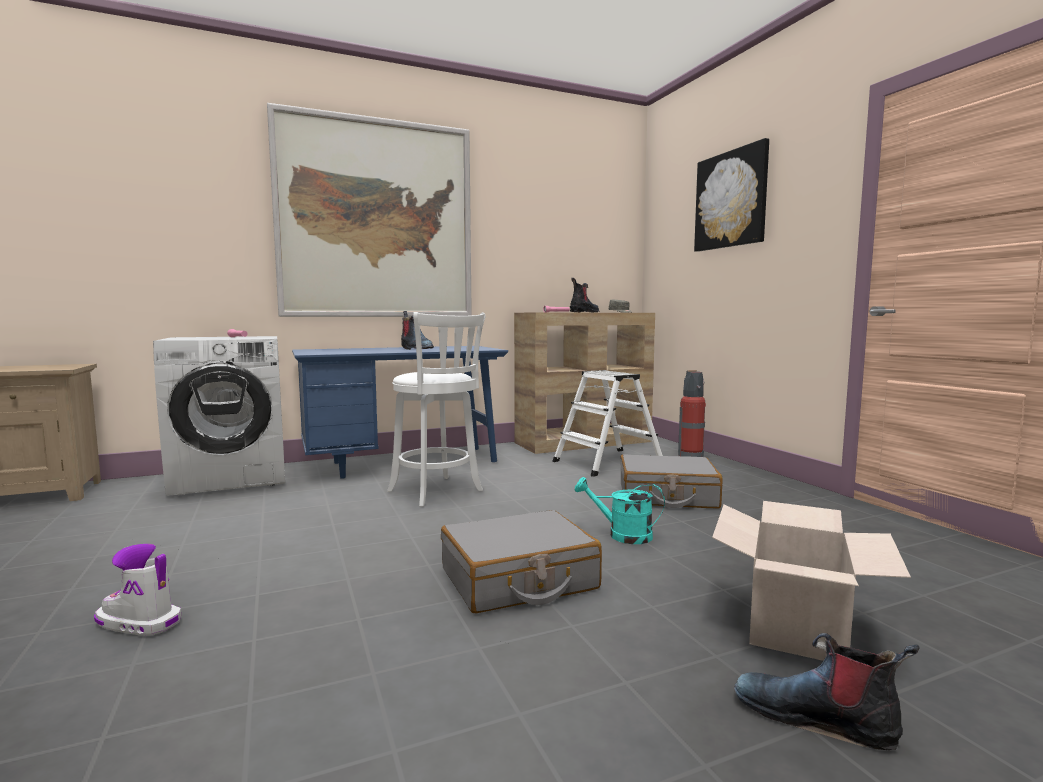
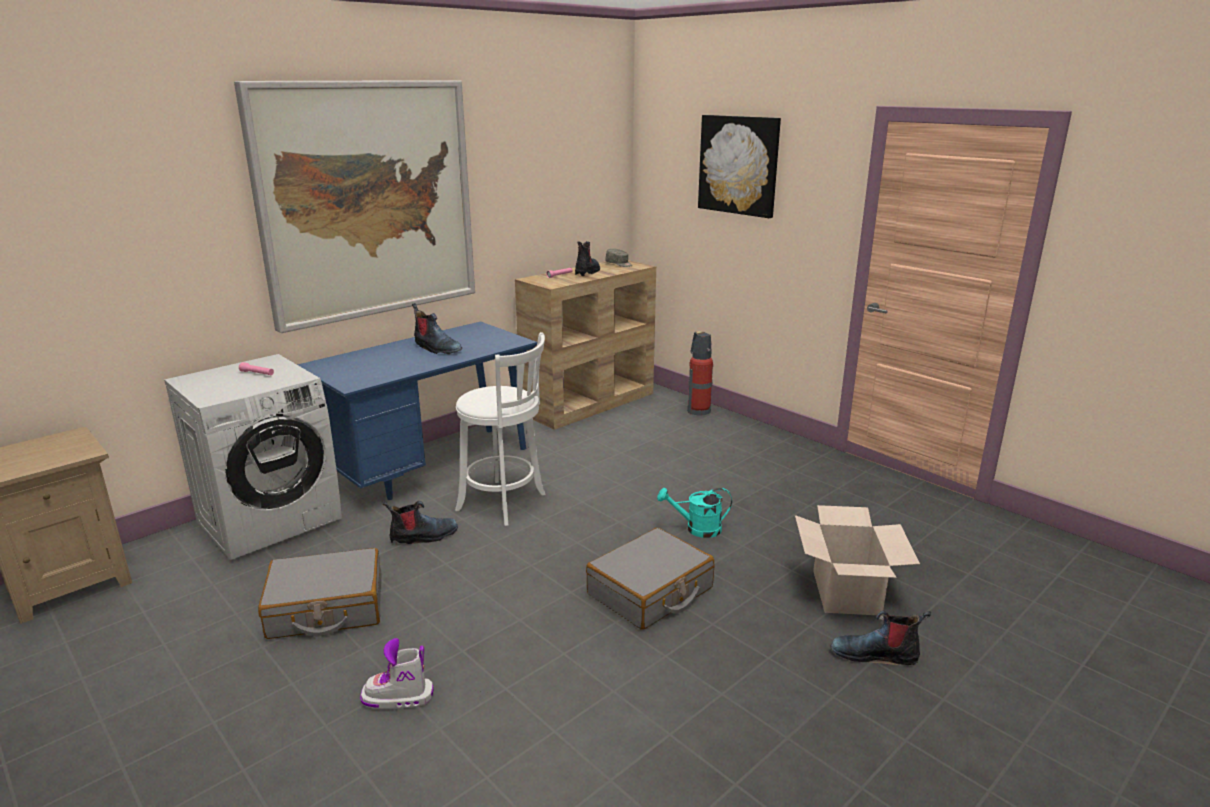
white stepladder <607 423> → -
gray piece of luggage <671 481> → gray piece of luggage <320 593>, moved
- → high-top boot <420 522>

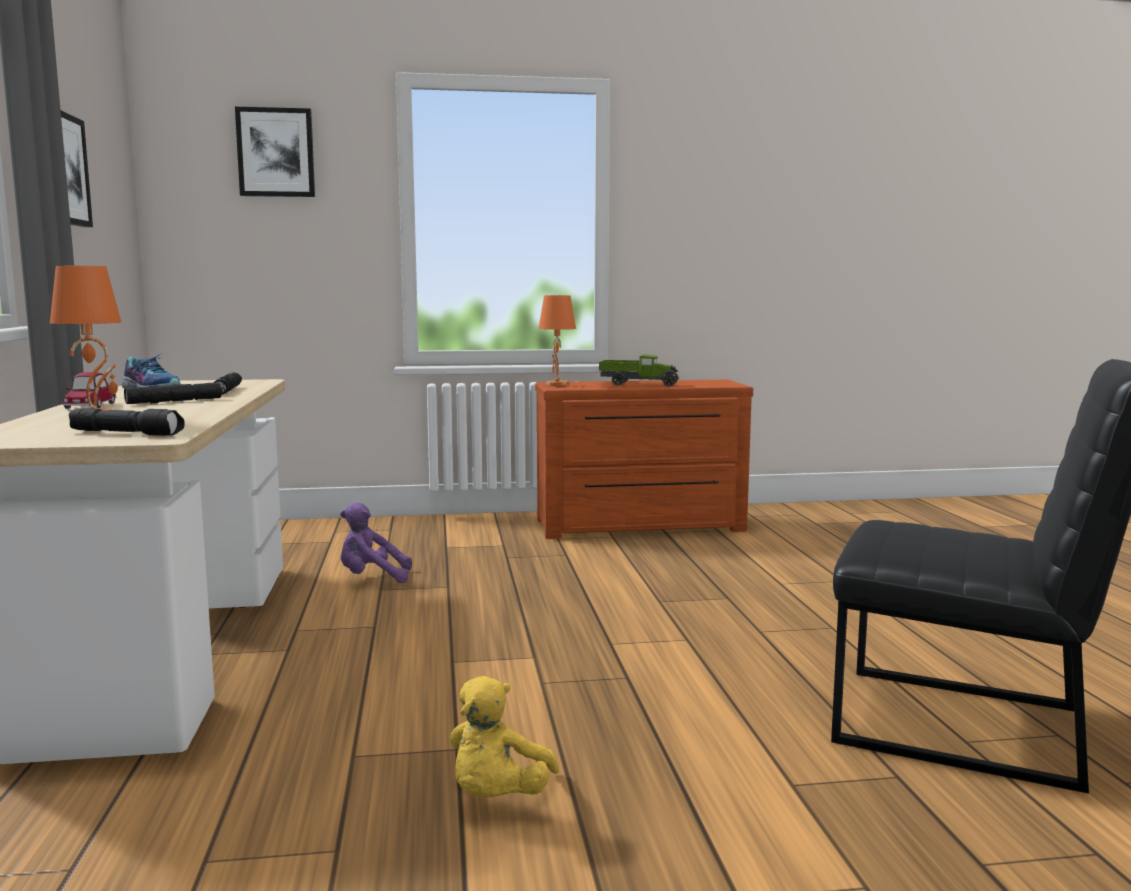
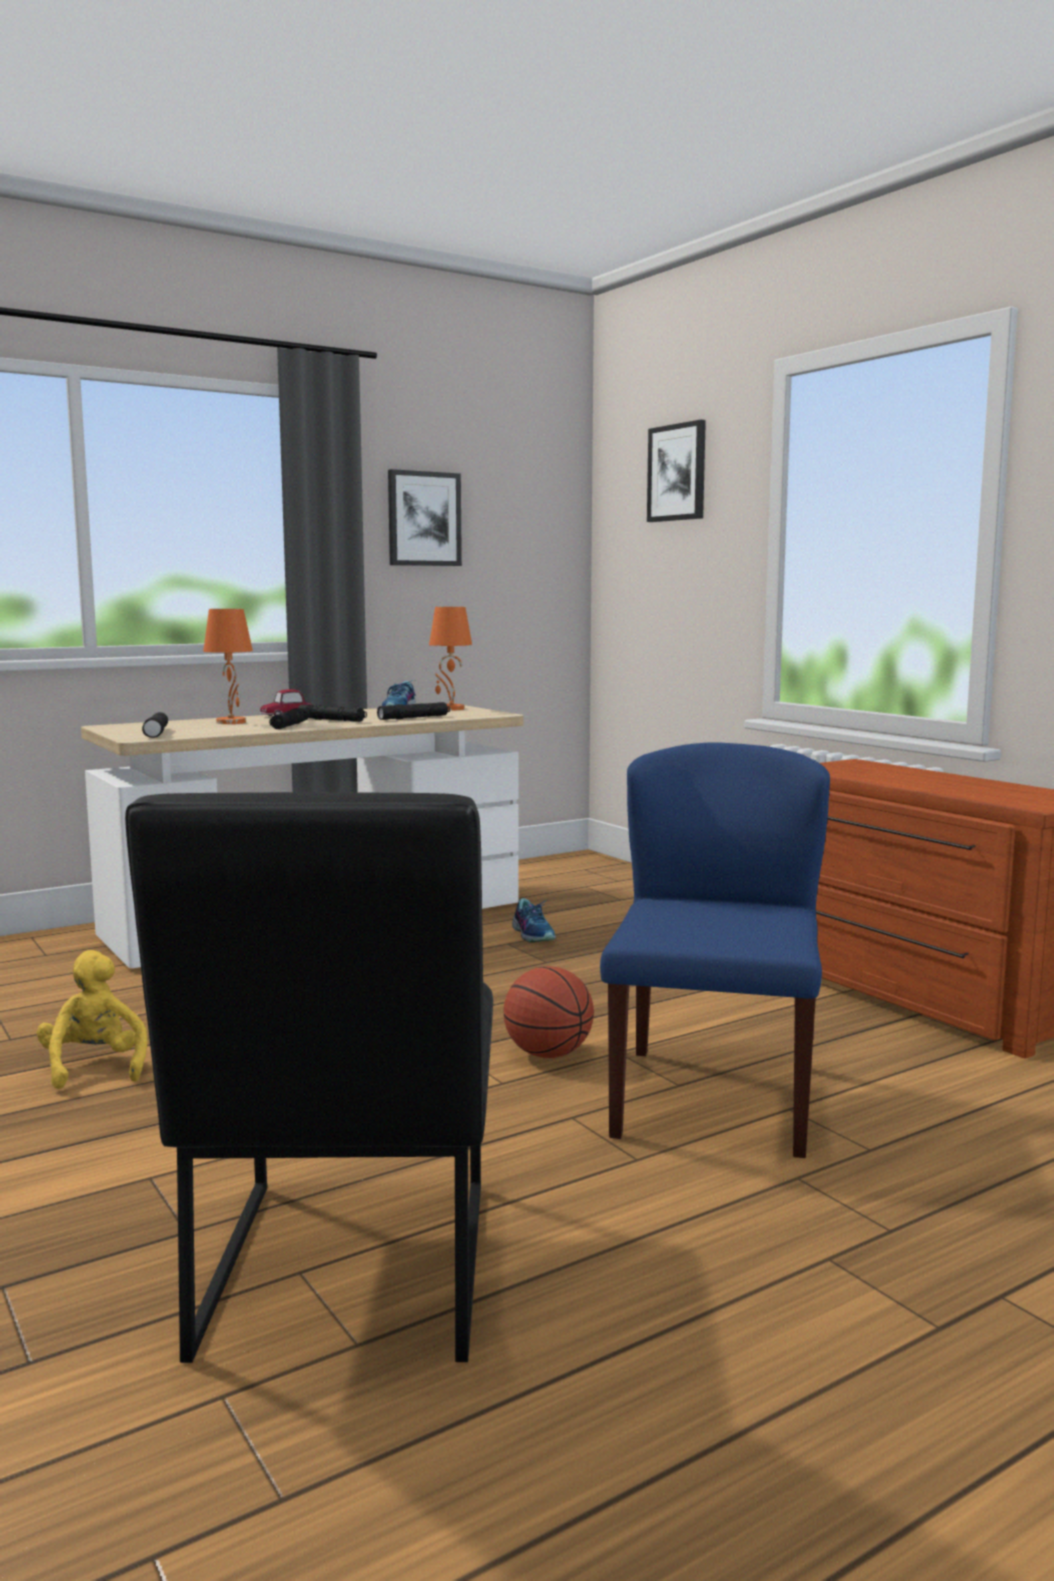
orangey table lamp <557 340> → orangey table lamp <450 659>, moved
toy lorry <639 370> → -
purple-coloured plush toy <376 542> → shoe <534 920>
yellowish plush toy <504 737> → yellowish plush toy <92 1019>, 75 degrees clockwise
- → black torch <289 718>
- → blue plain chair <715 950>
- → ball for basketball <548 1012>

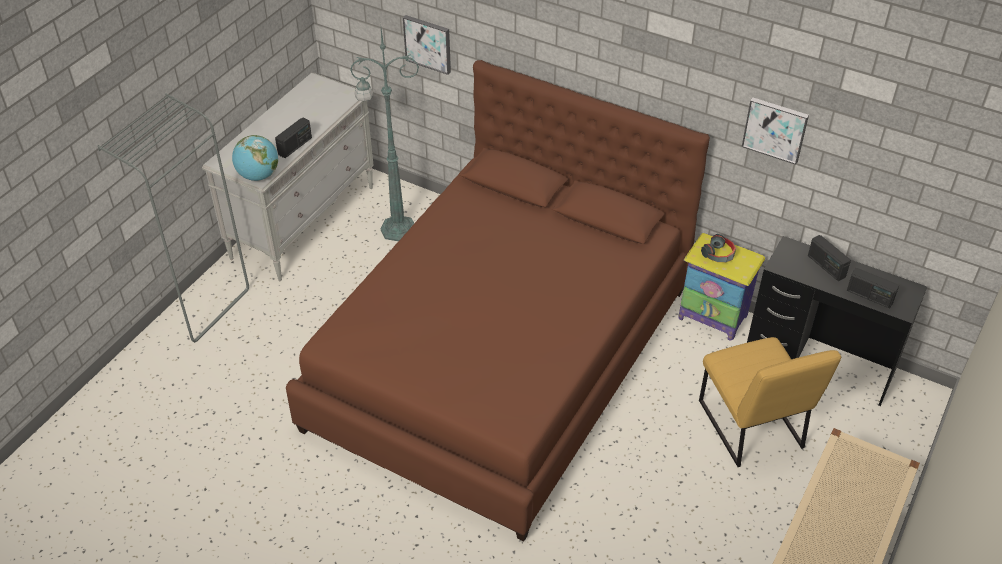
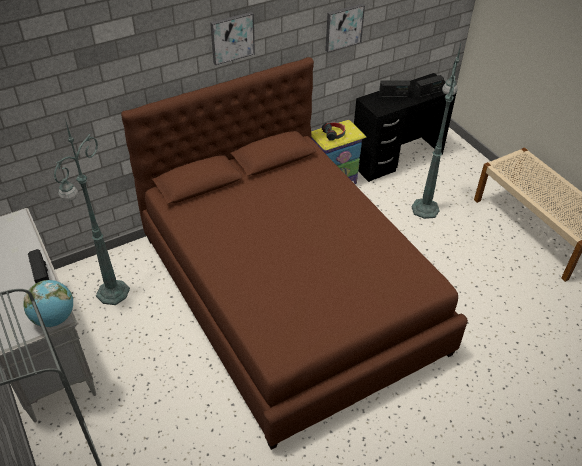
wall art <427 45> → wall art <232 38>, moved
yellowish plain chair <770 402> → greenish standard lamp <437 129>

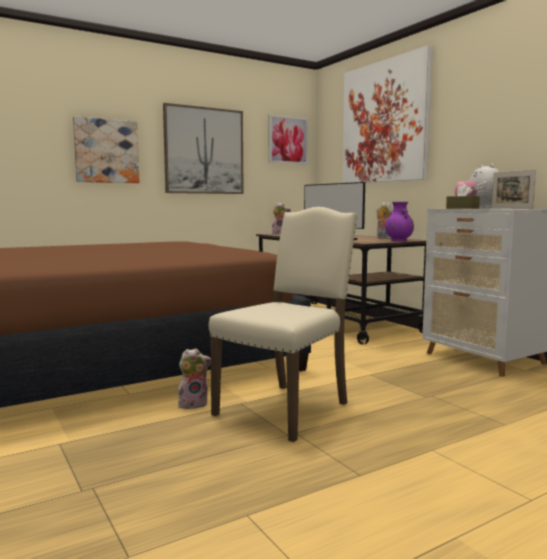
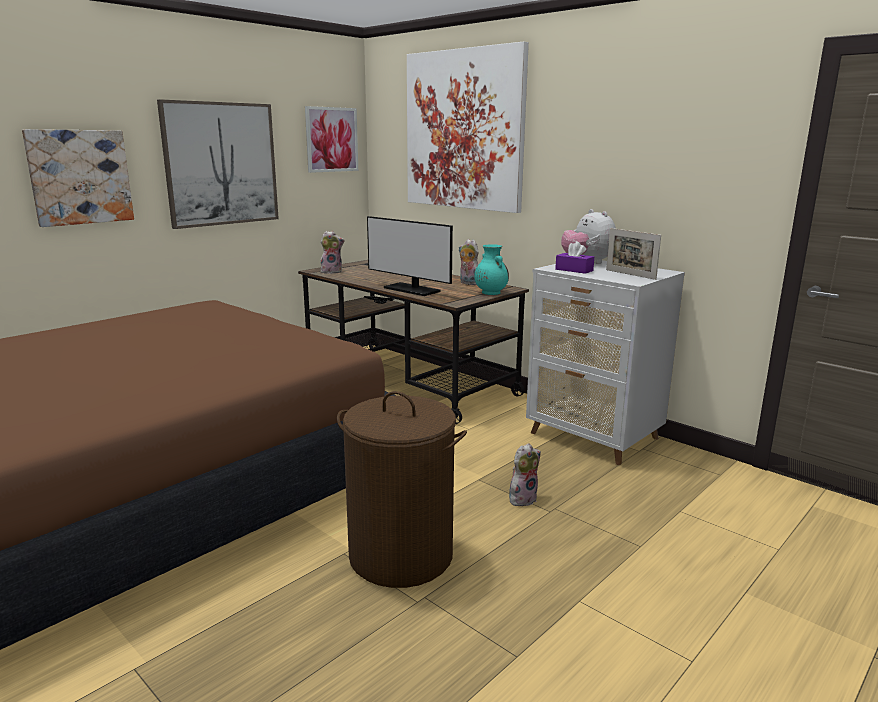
brownish tissue box <463 196> → purple-coloured tissue box <574 257>
purple-coloured decorative vase <399 221> → turquoise-coloured decorative vase <491 269>
beige plain chair <283 324> → brownish washing basket <402 489>
plush toy <194 378> → plush toy <525 474>, moved

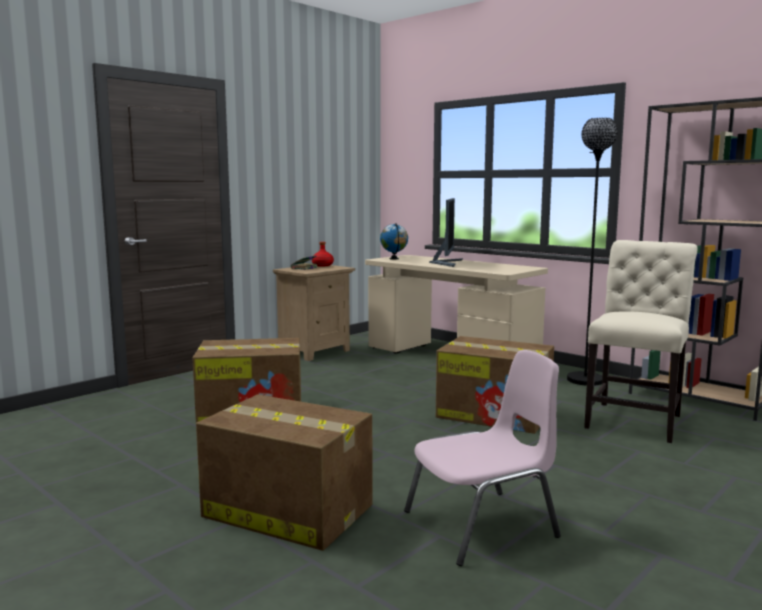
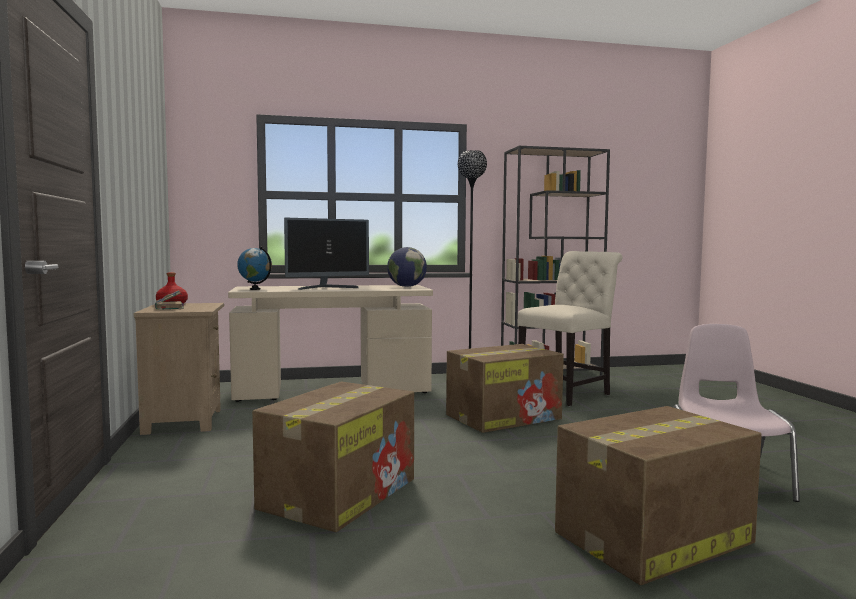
computer display <446 232> → computer display <326 254>, 105 degrees clockwise
beige plain chair <640 341> → beige plain chair <570 328>, 75 degrees clockwise
- → world globe <407 267>

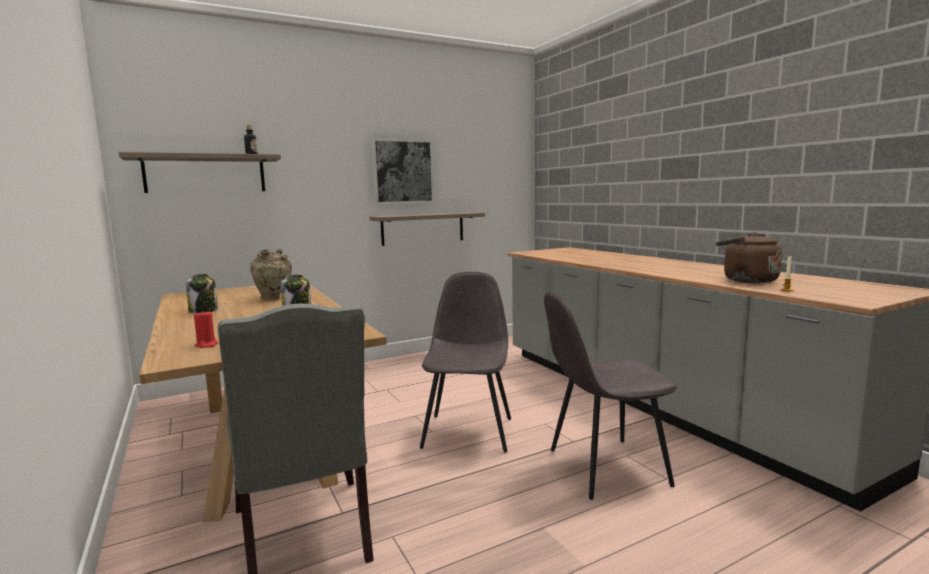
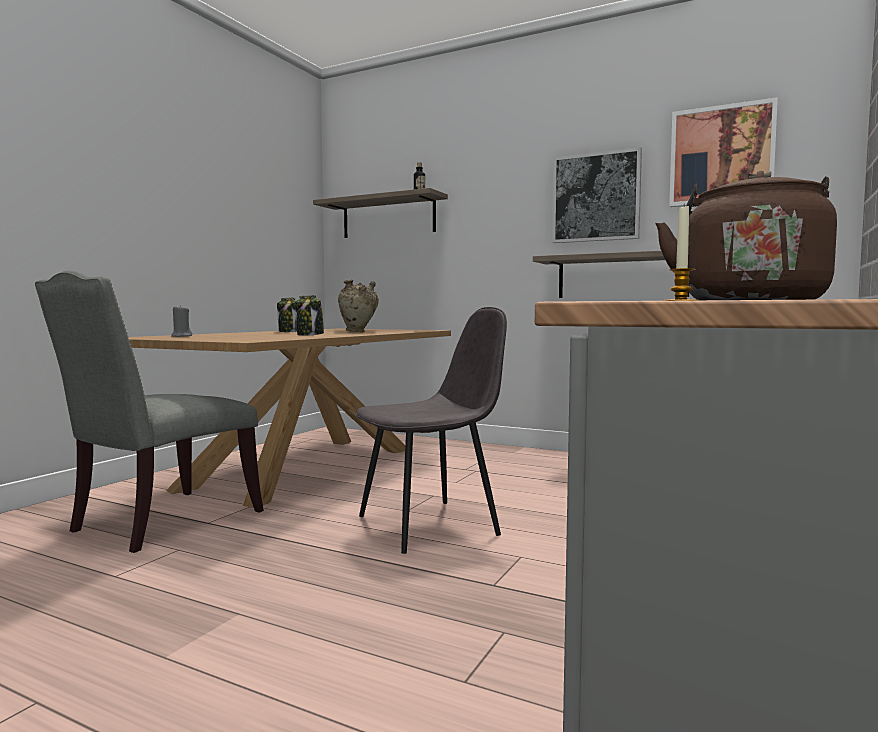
gray plain chair <610 396> → -
red candle <206 330> → gray candle <181 321>
- → wall art <723 152>

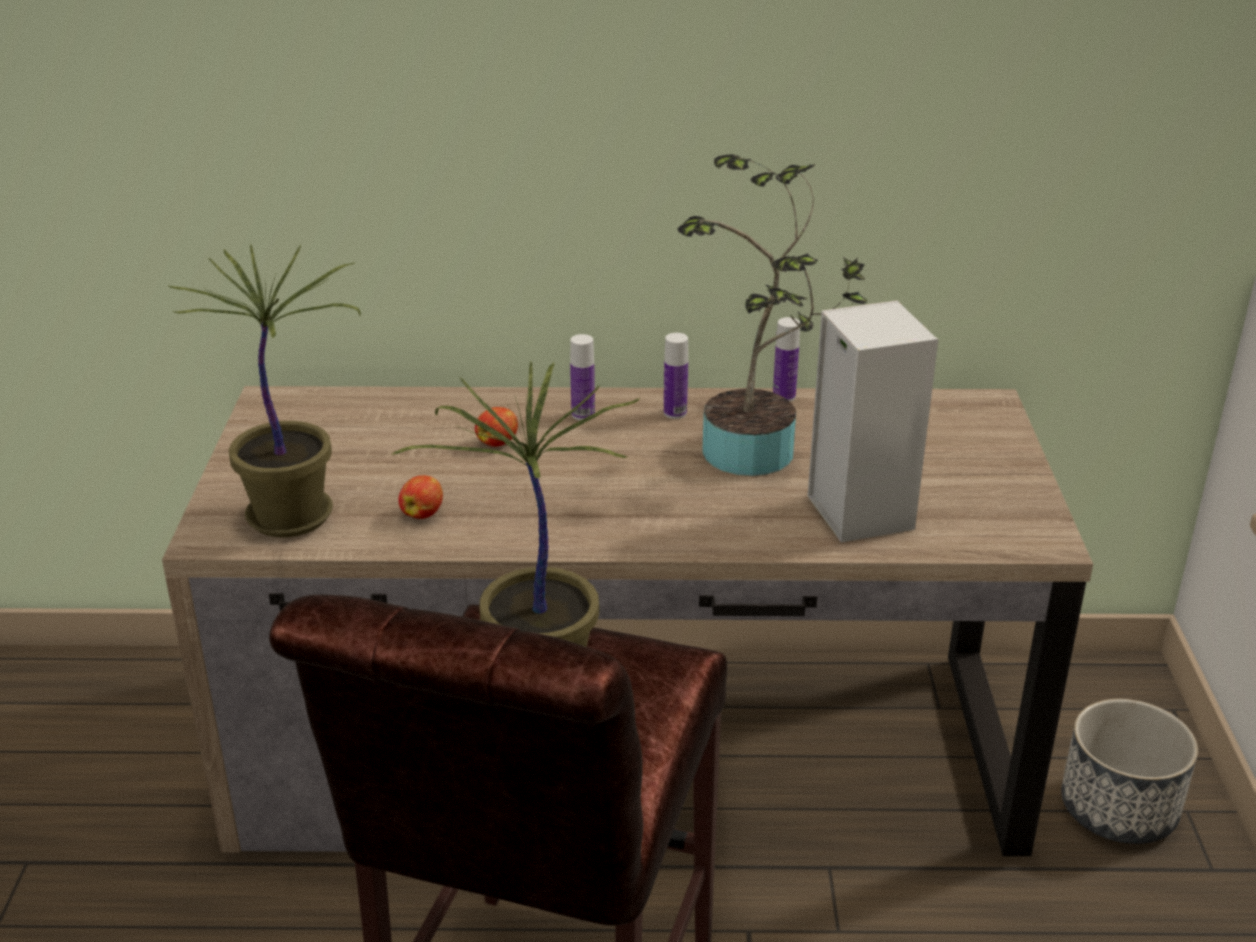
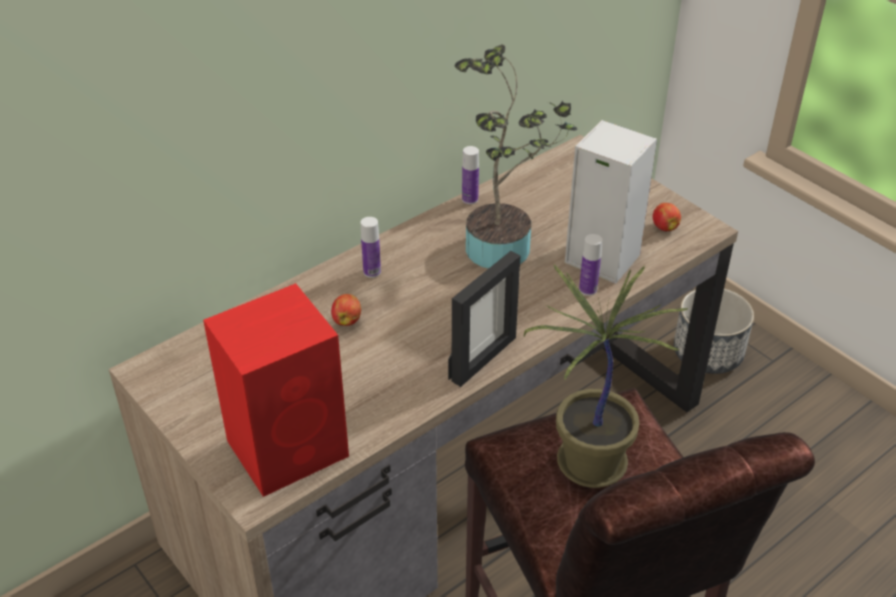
houseplant <264 390> → red loudspeaker <276 390>
bottle <676 376> → bottle <591 265>, moved
apple fruit <420 497> → apple fruit <667 217>, moved
- → picture frame <484 319>

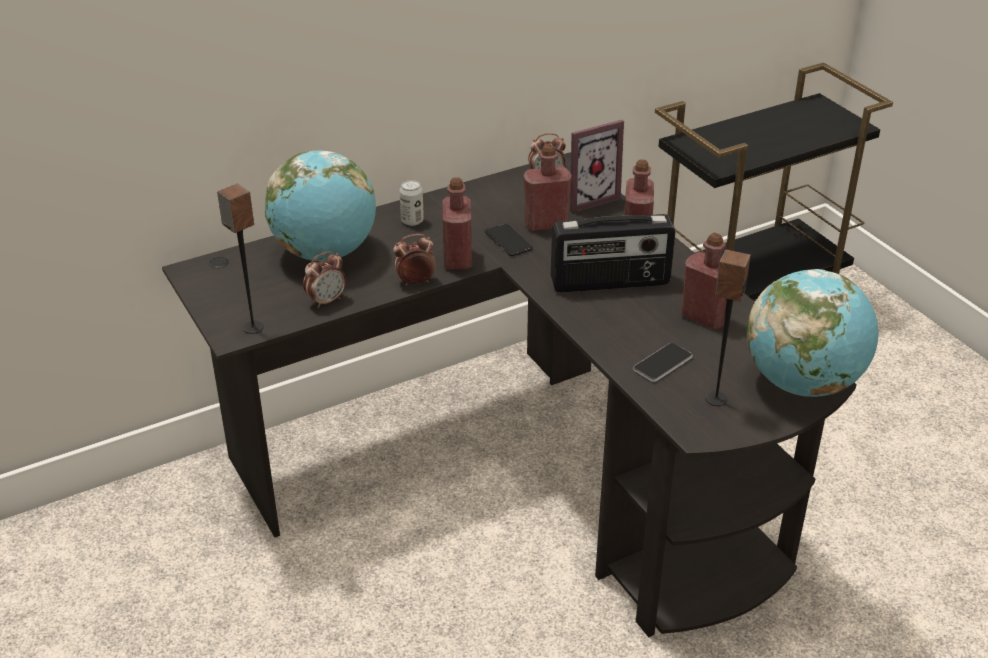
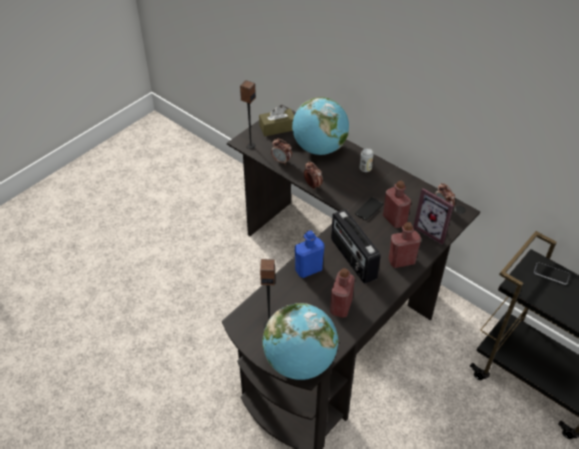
red bottle <457 224> → -
handset <663 362> → handset <552 273>, moved
- → brownish tissue box <276 121>
- → blue bottle <310 254>

